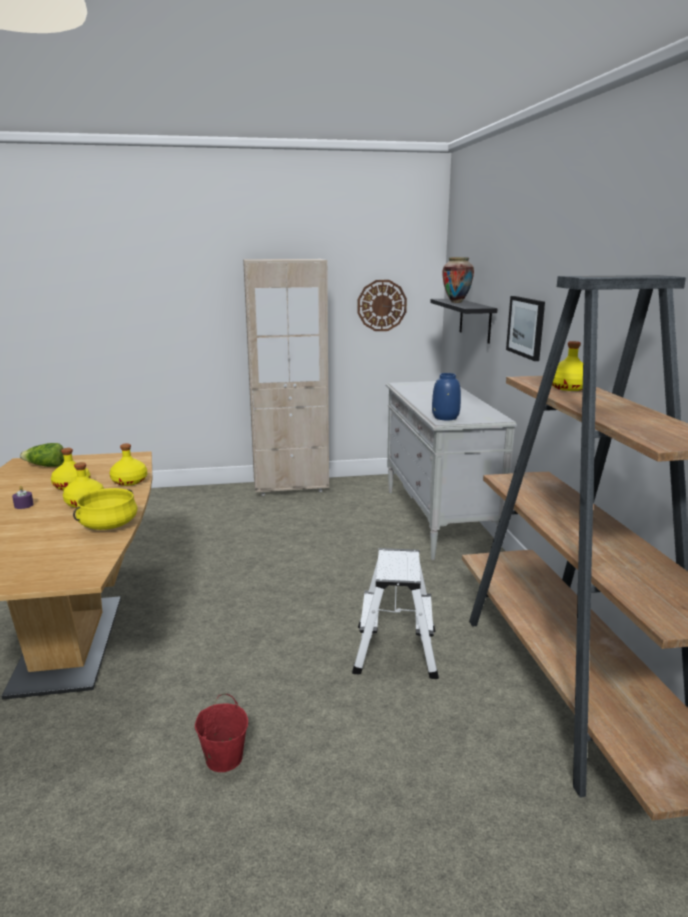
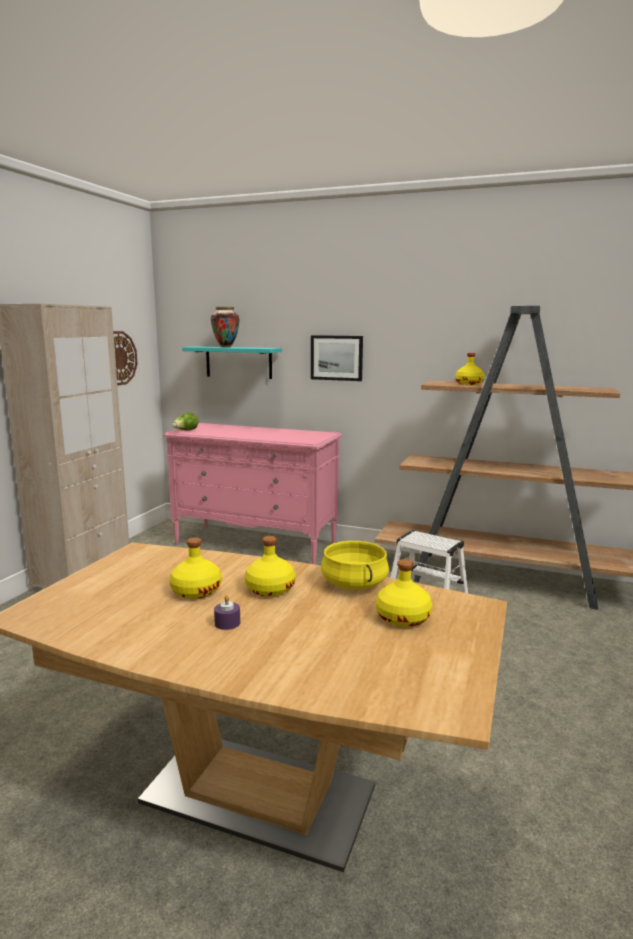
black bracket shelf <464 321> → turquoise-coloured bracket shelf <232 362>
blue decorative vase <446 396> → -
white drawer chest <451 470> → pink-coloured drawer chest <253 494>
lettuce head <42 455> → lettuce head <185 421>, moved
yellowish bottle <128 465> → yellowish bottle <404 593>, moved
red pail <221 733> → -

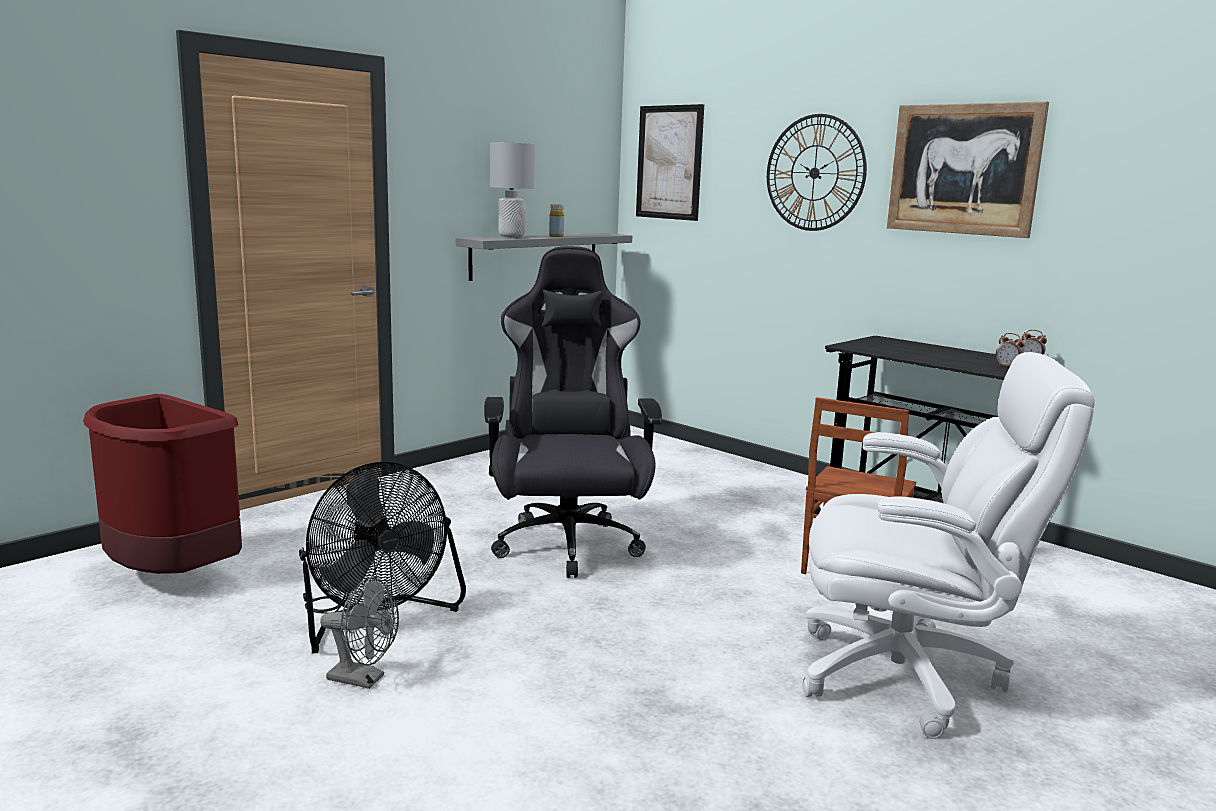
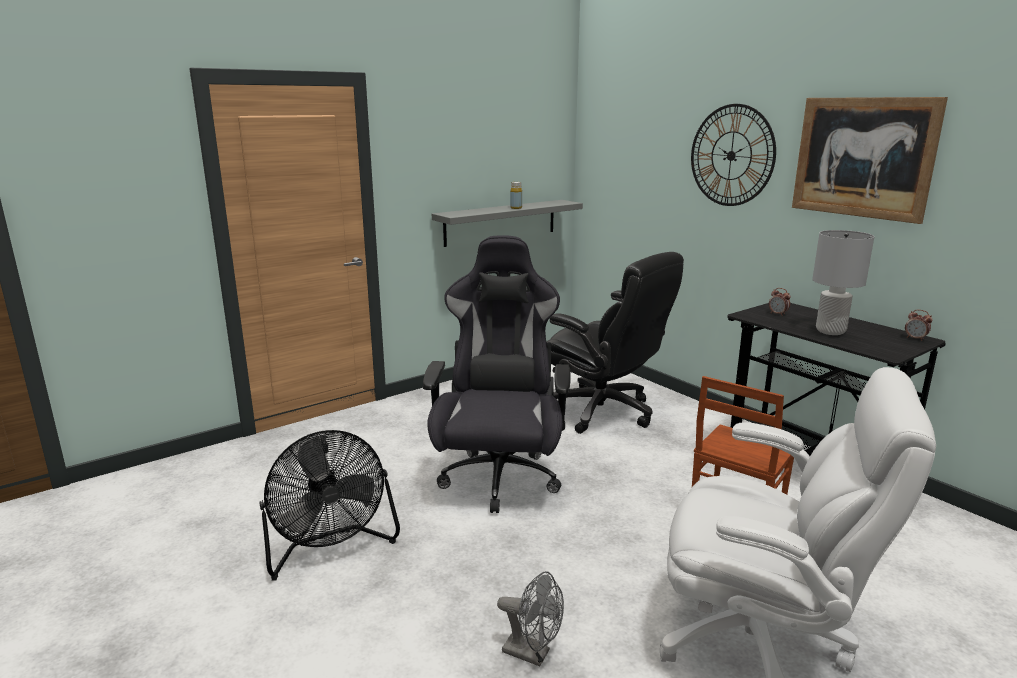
wall art <670 162> → -
gray table lamp <512 190> → gray table lamp <843 282>, moved
bedside clock <1010 349> → bedside clock <780 302>, moved
red waste bin <162 484> → -
gray cooling fan <359 633> → gray cooling fan <530 619>, moved
- → black desk chair <615 343>

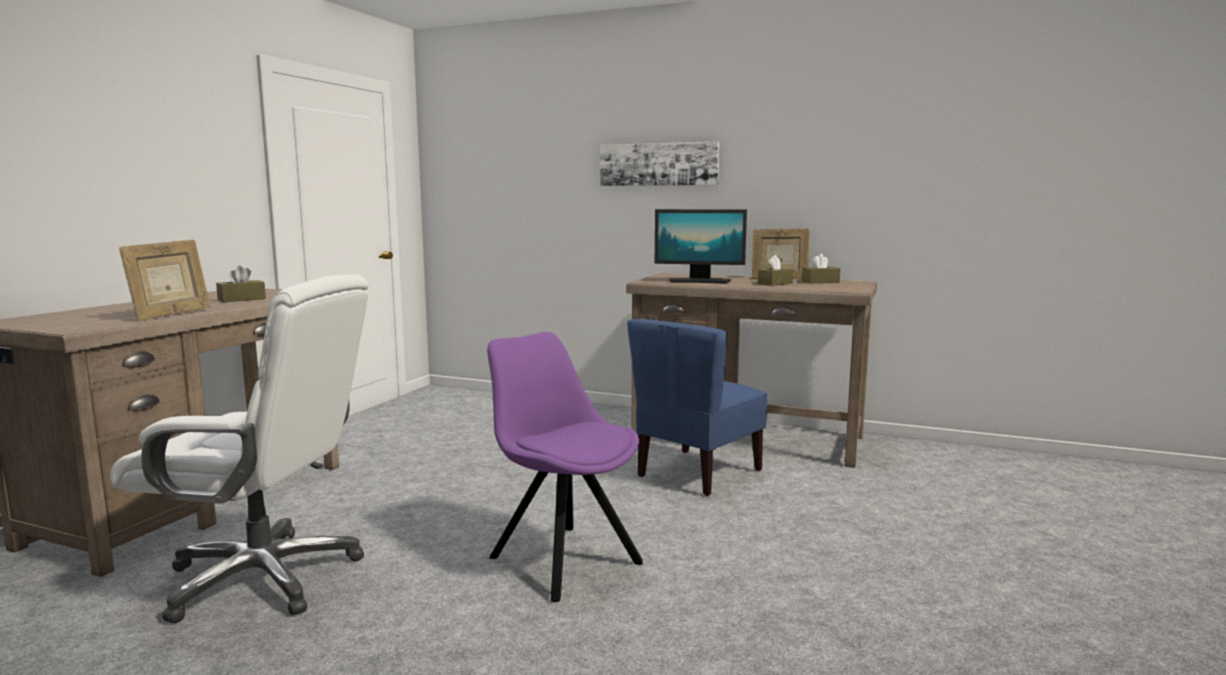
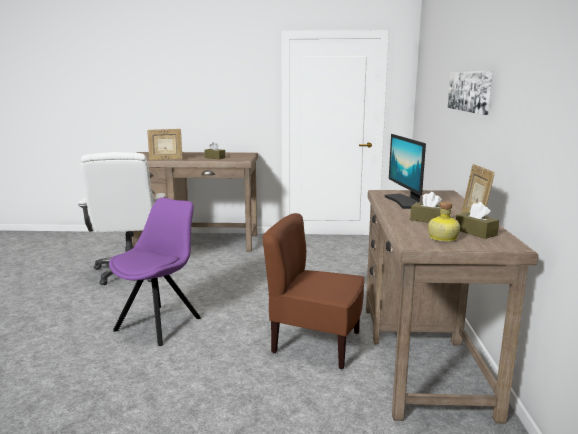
blue plain chair <697 407> → brownish plain chair <313 291>
- → bottle <444 221>

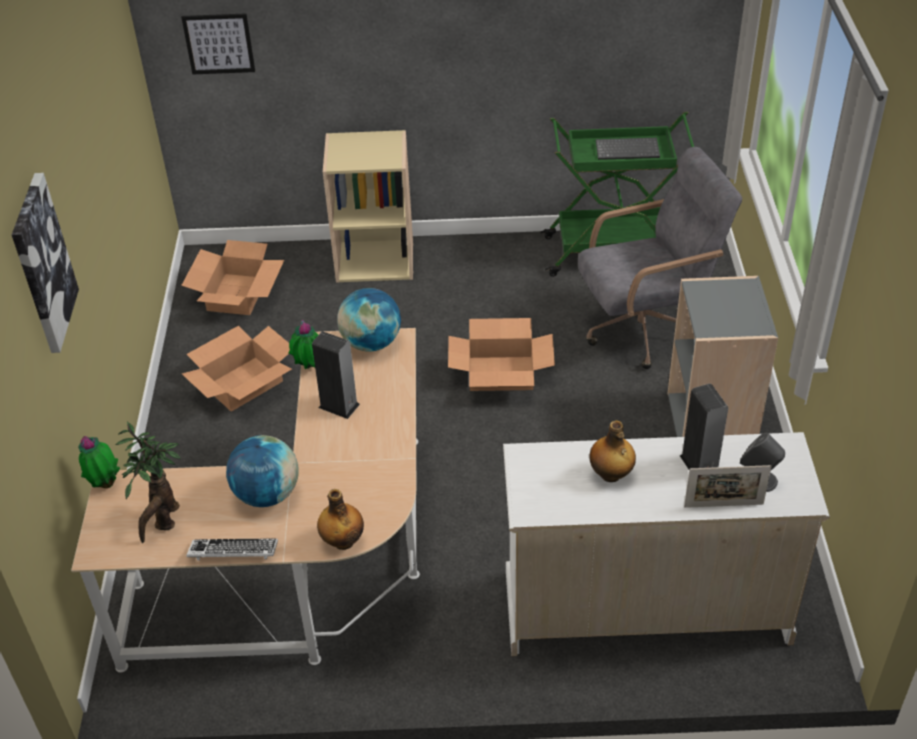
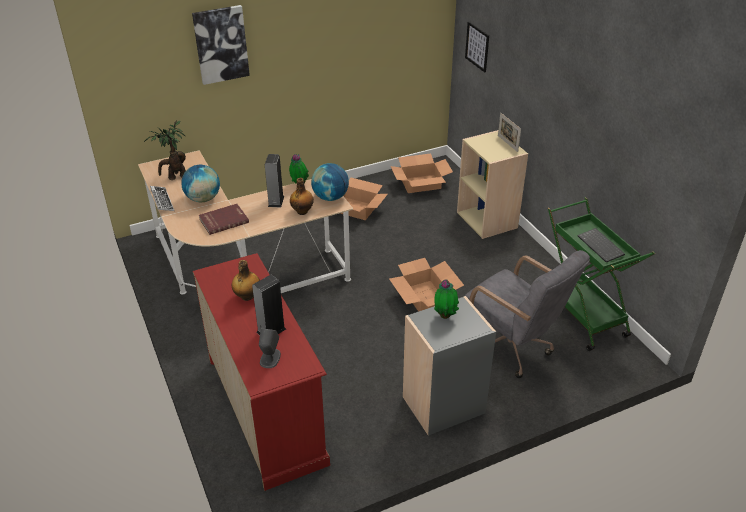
white cupboard <666 544> → red cupboard <261 372>
houseplant <99 462> → houseplant <446 299>, moved
picture frame <728 486> → picture frame <509 132>, moved
bottle <340 519> → bottle <302 196>, moved
- → red book <224 219>

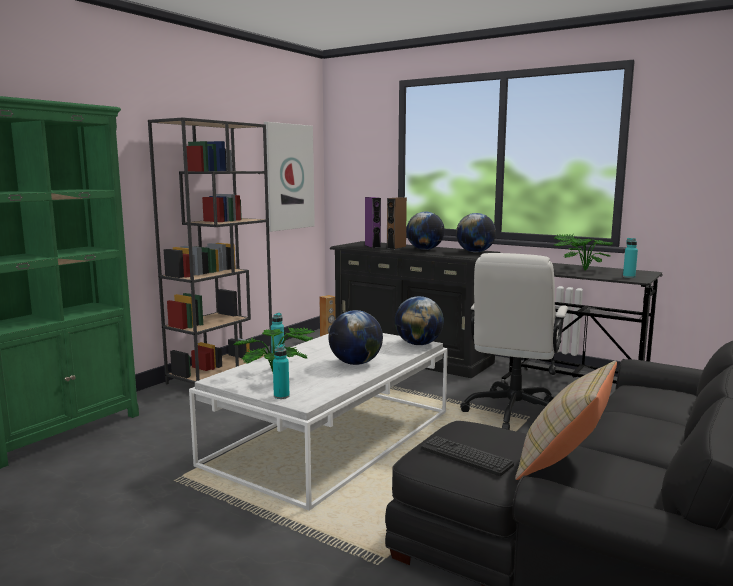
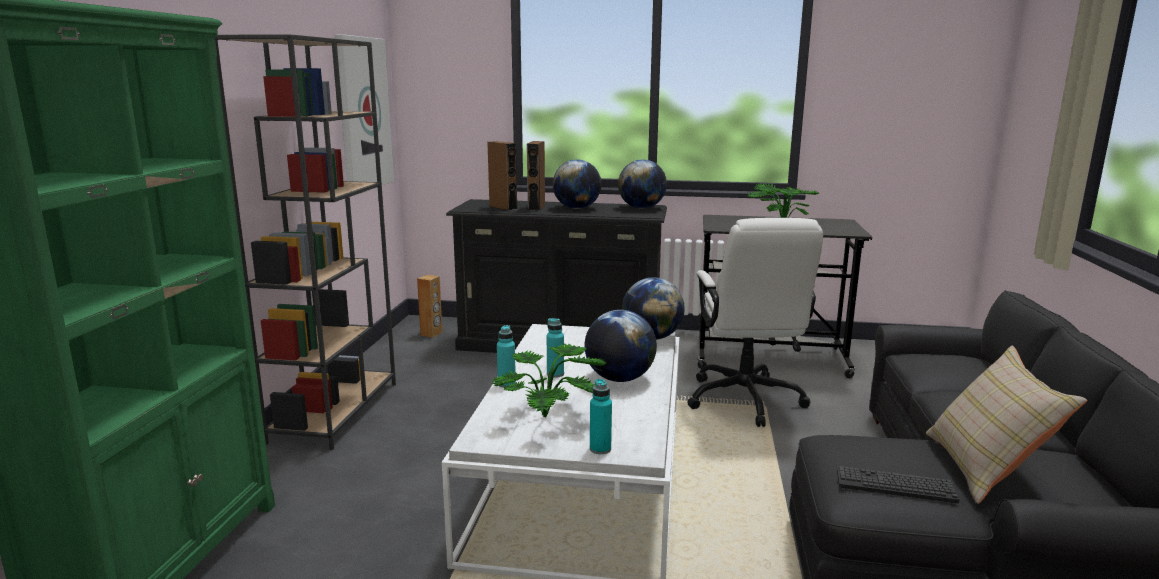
purple-coloured loudspeaker <373 222> → brownish loudspeaker <502 176>
turquoise-coloured bottle <630 258> → turquoise-coloured bottle <555 348>, moved

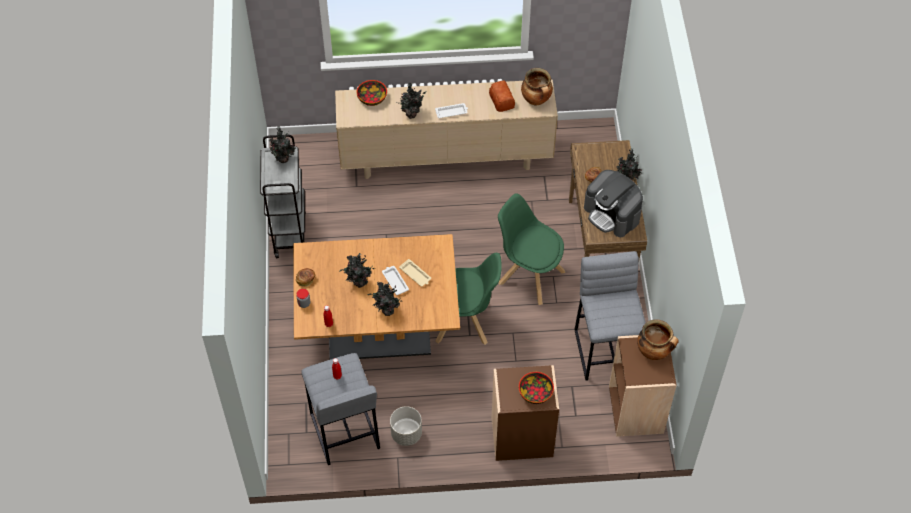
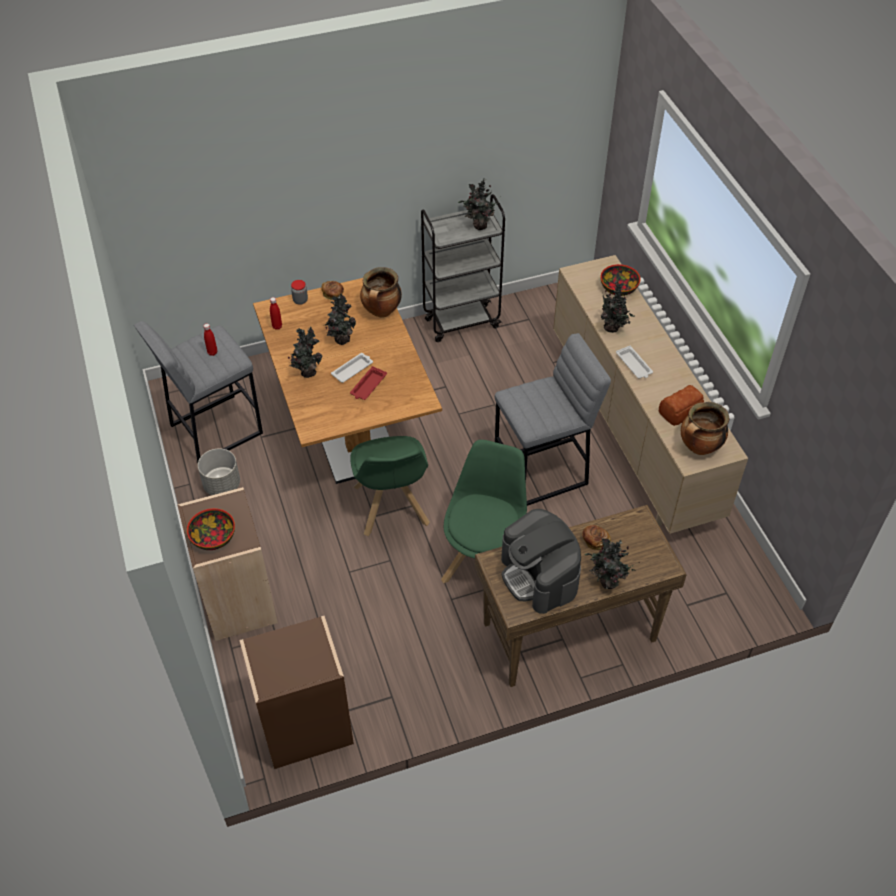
coffee brewer <613 203> → coffee brewer <541 561>, 60 degrees counterclockwise
gray stool seat <610 316> → gray stool seat <553 419>, moved
beige carrying tray <415 273> → red carrying tray <368 383>
saucepot <658 339> → saucepot <381 292>, moved

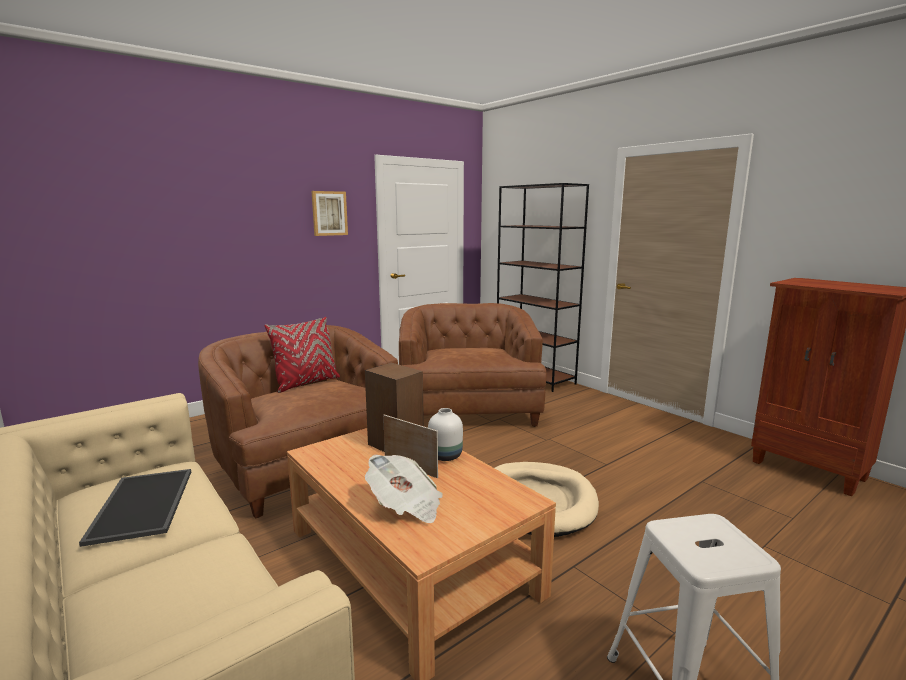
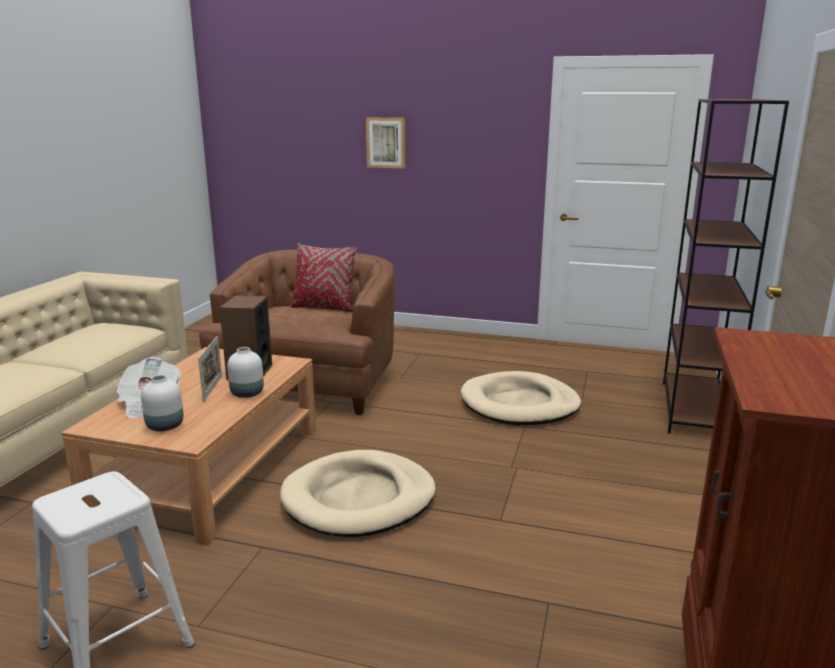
wall art <330 213> → wall art <385 143>, moved
brownish lounge chair <473 365> → beige dog cushion <521 398>
carrying tray <135 508> → -
- → white decorative vase <162 403>

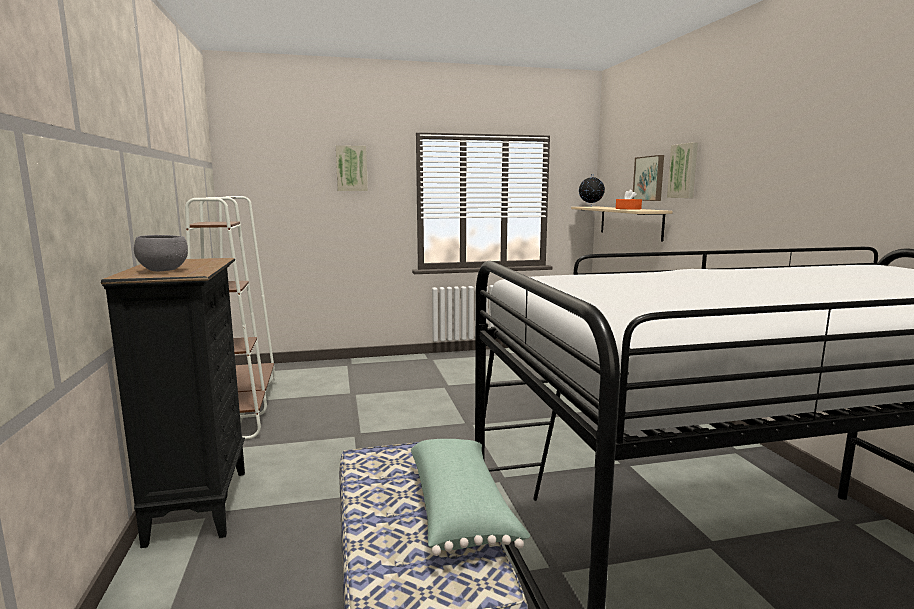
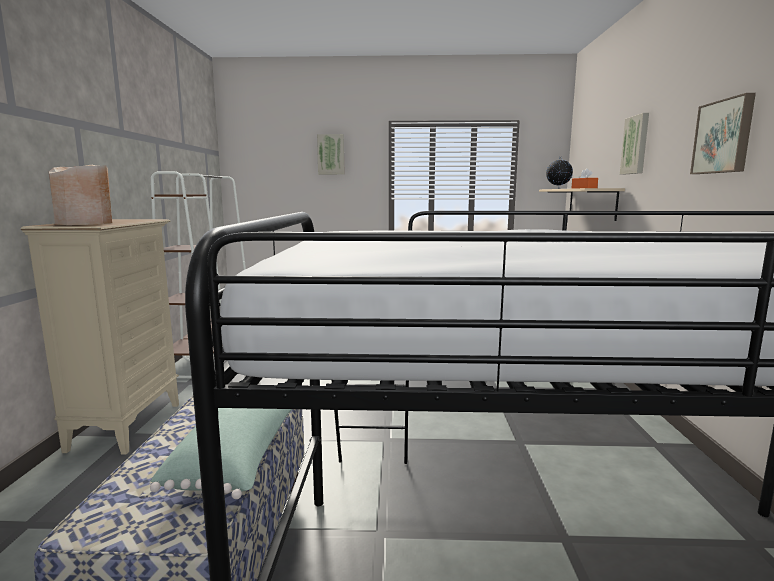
wall art <648 178> → wall art <723 133>, moved
gray serving bowl <161 253> → beige decorative vase <80 195>
black drawer chest <173 403> → beige drawer chest <100 336>

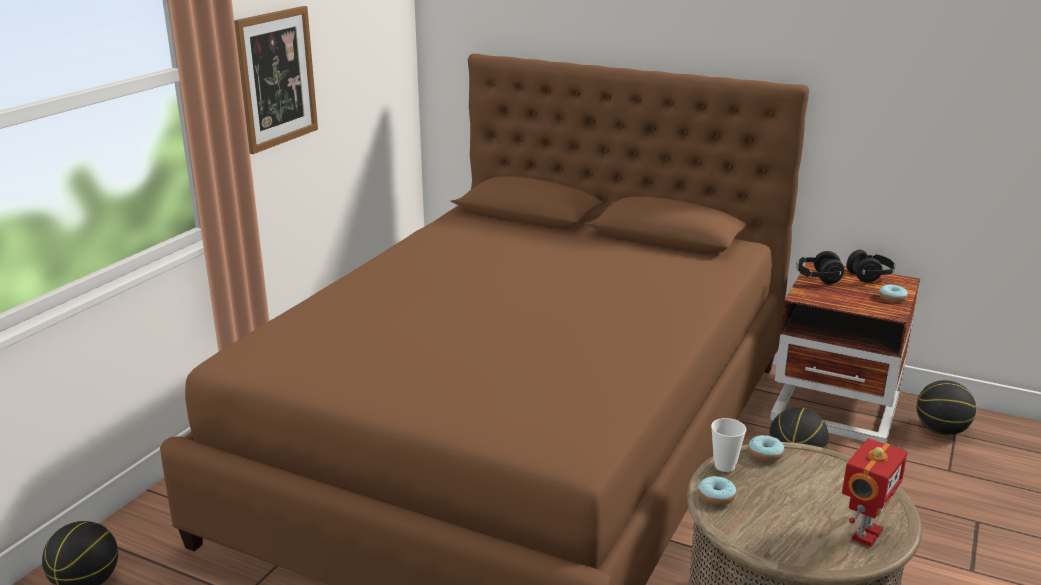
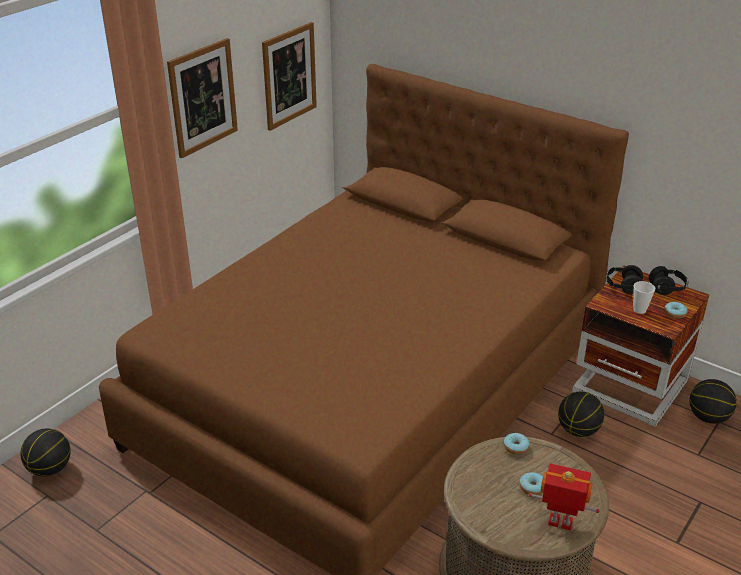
drinking cup <728 445> → drinking cup <644 297>, moved
robot figure <875 492> → robot figure <564 497>, 120 degrees counterclockwise
donut <717 491> → donut <531 483>, moved
- → wall art <289 76>

